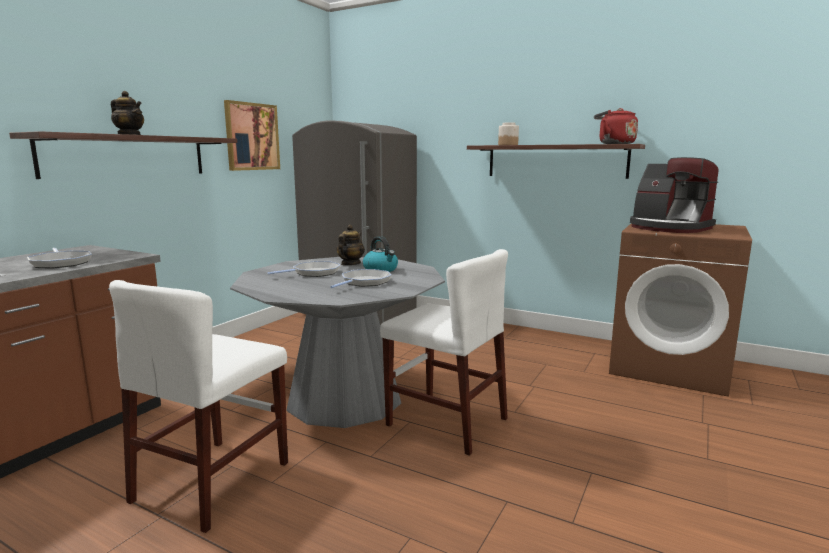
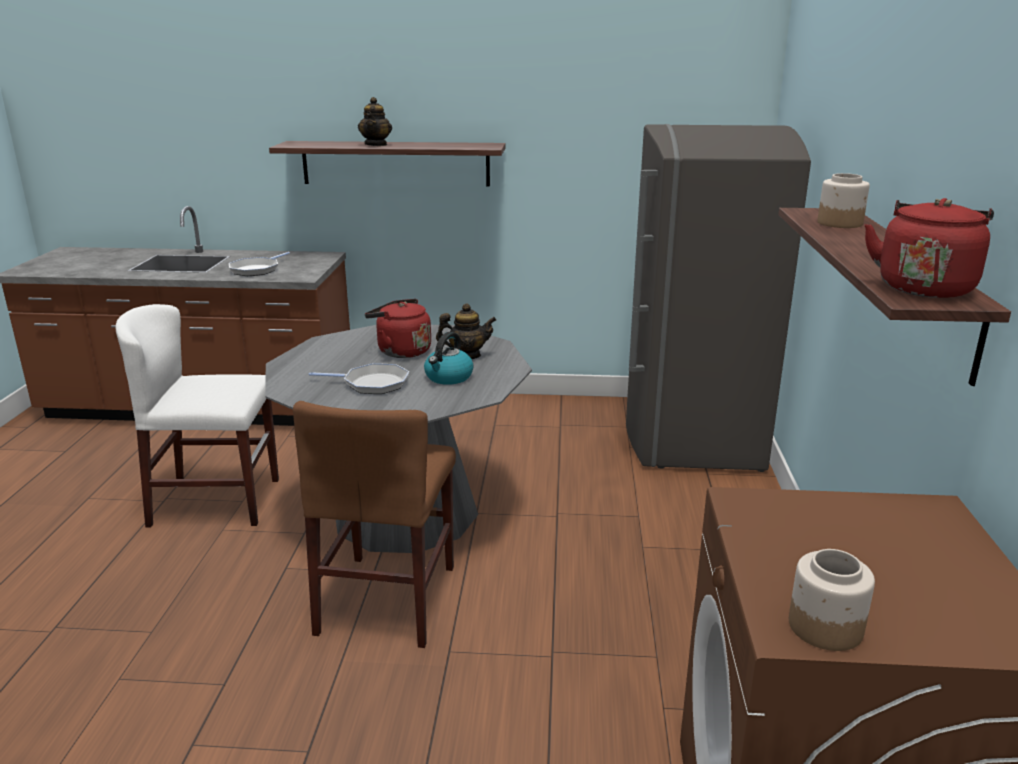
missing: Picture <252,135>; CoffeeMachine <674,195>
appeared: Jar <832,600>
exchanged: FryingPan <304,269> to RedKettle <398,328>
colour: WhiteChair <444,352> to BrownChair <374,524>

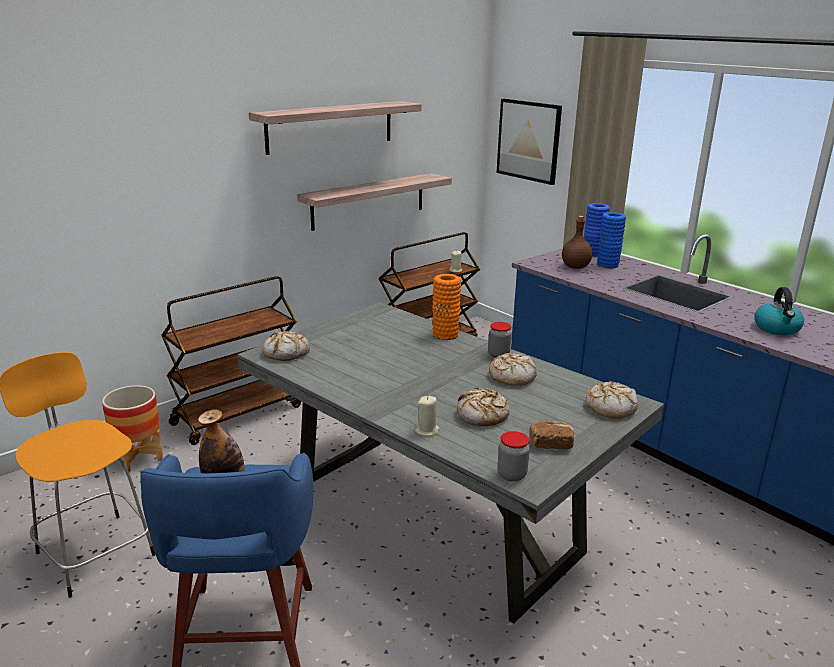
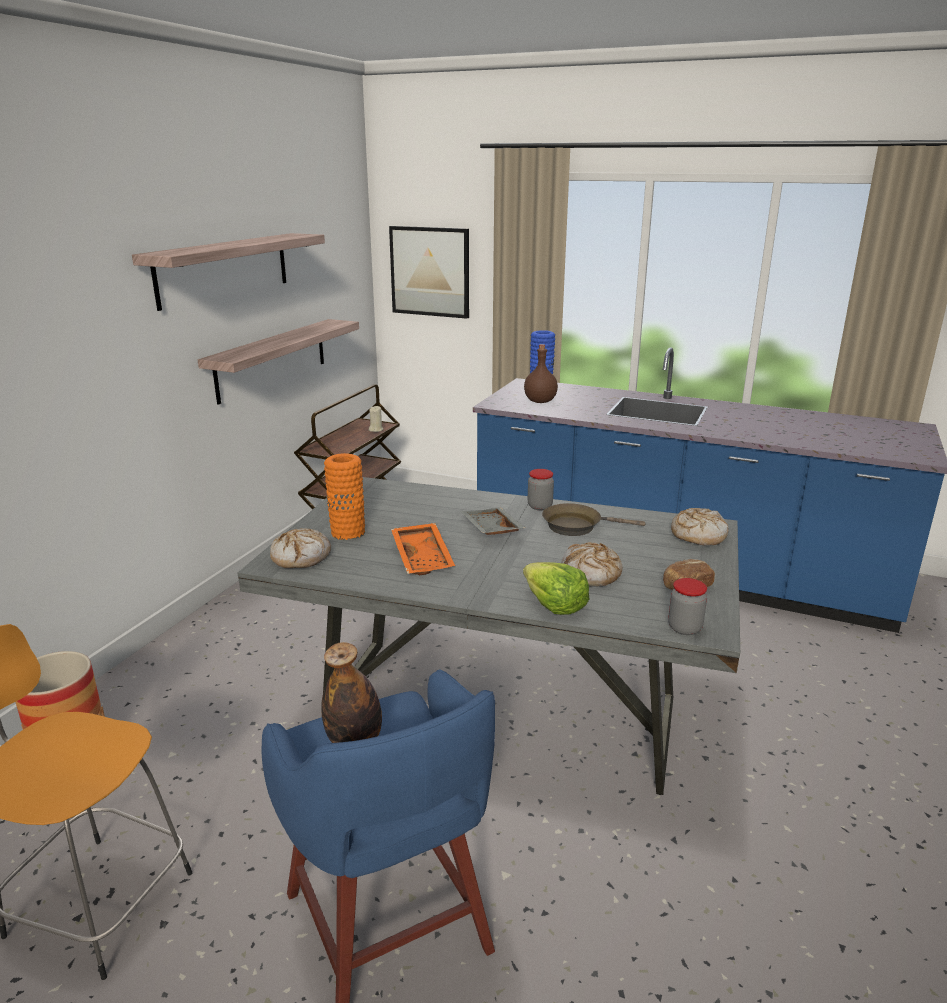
missing: BrownCart <231,360>; BlueVase <611,240>; Kettle <779,311>
appeared: OrangeTray <423,549>; GreyTray <493,521>
relocated: OrangeVase <446,307> to <344,496>
exchanged: BeigeCandle <427,416> to Lettuce <556,588>; Bread <513,369> to BrownFryingPan <593,519>

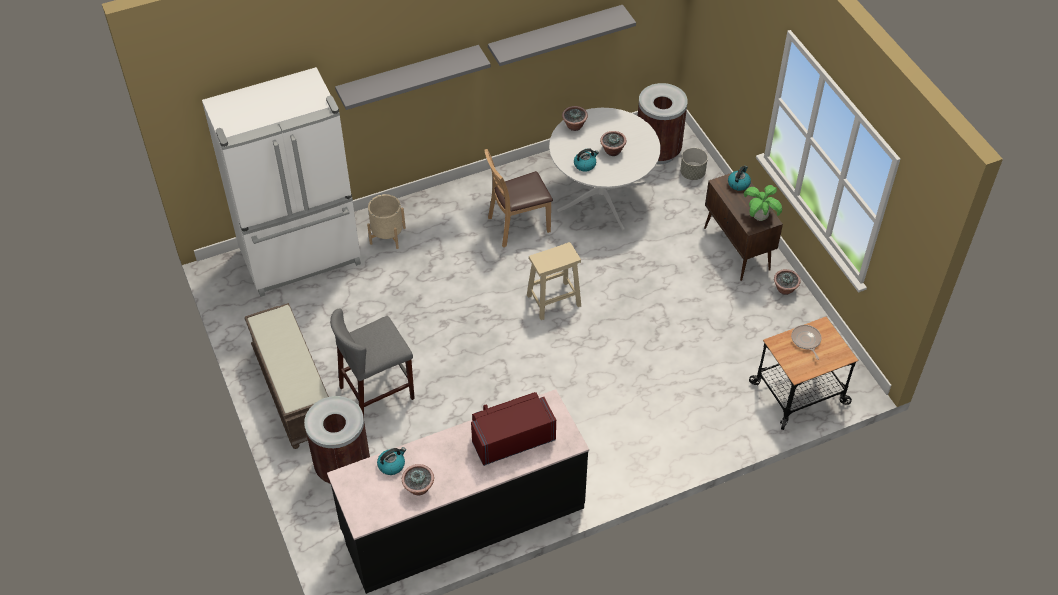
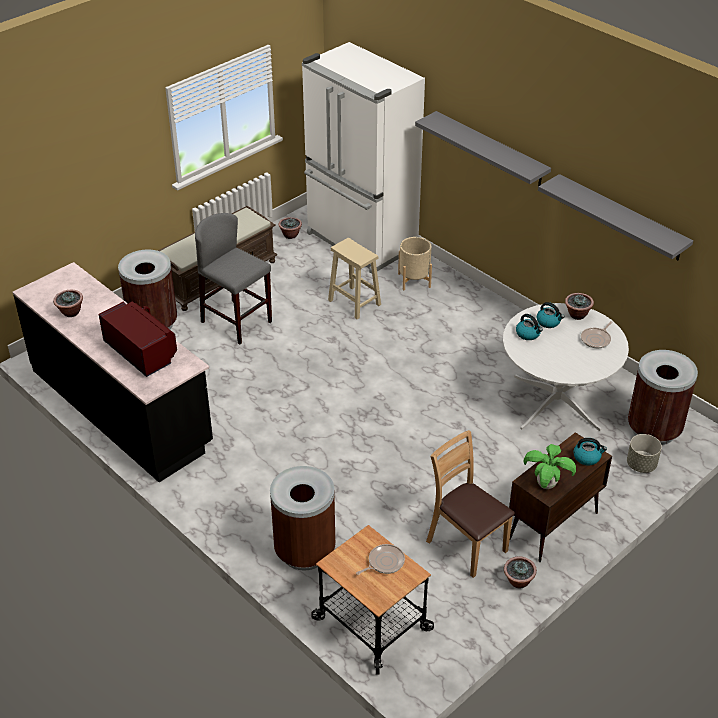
appeared: BrownTrashCan <303,518>; FryingPan <597,334>
relocated: PottedPlant <613,143> to <290,228>; BeigeStool <554,281> to <354,278>; BrownChair <518,198> to <470,504>; Kettle <391,461> to <550,315>

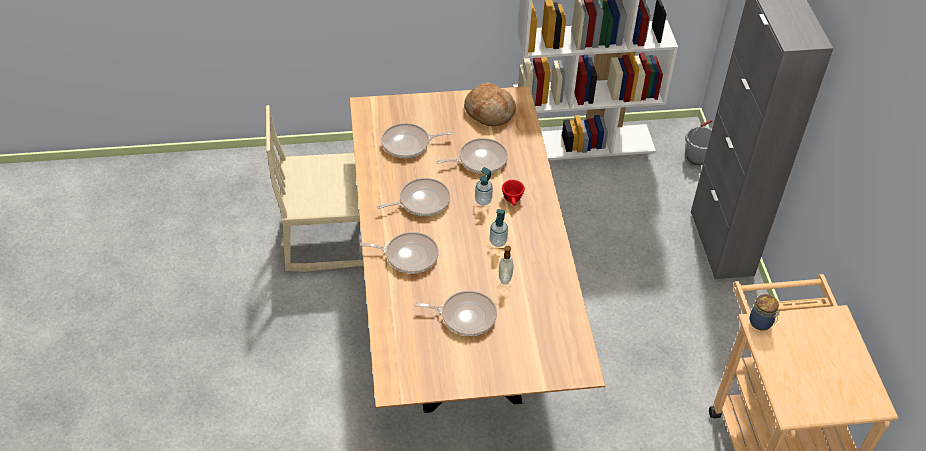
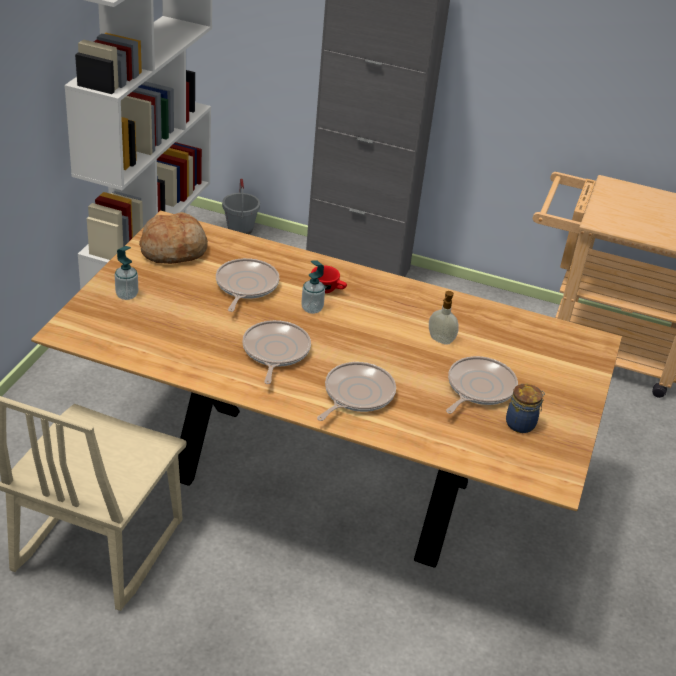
missing: FryingPan <417,140>
relocated: SoapDispenser <499,228> to <126,273>; Jar <764,312> to <525,408>

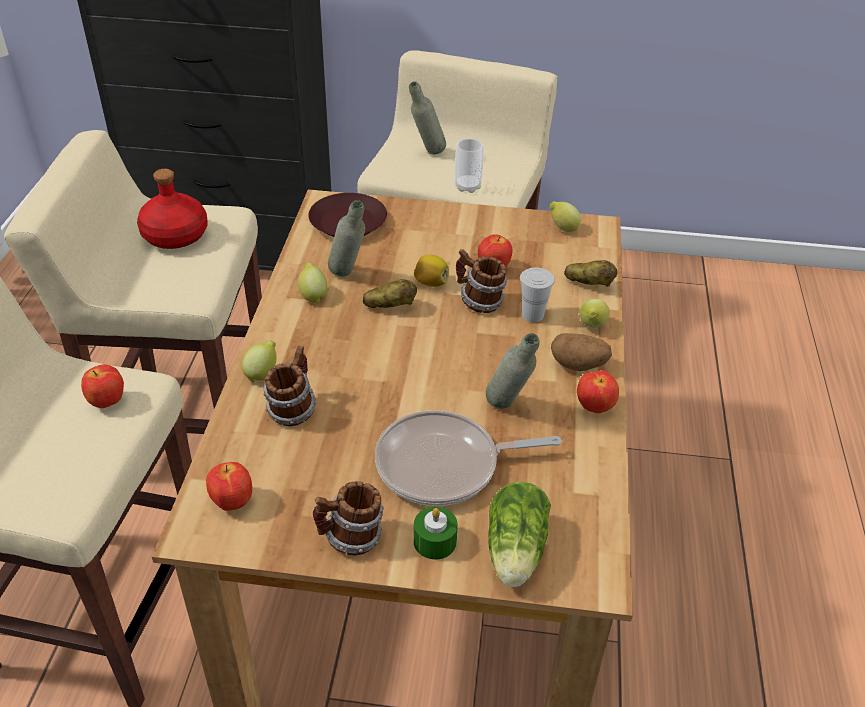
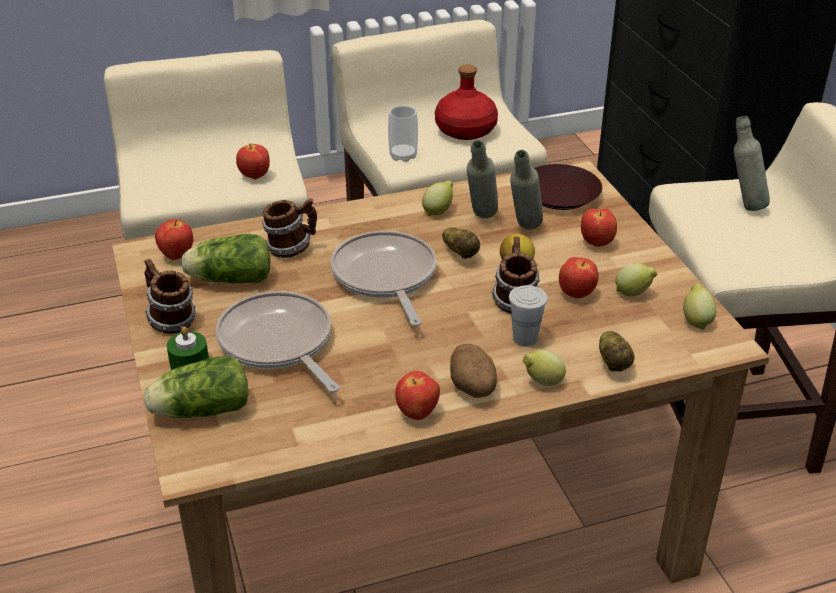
appeared: Lettuce <225,259>; FryingPan <383,278>; Apple <599,228>
relocated: Cup <469,166> to <403,133>; GreyBottle <513,371> to <526,189>; Lemon <259,361> to <636,280>

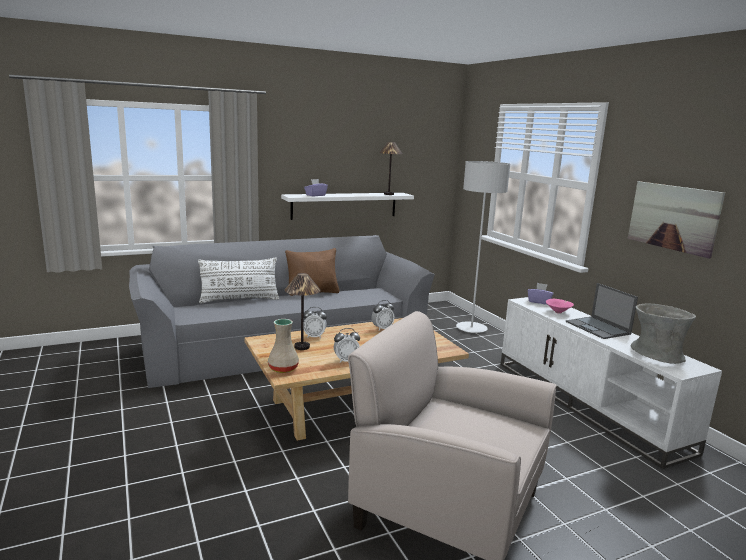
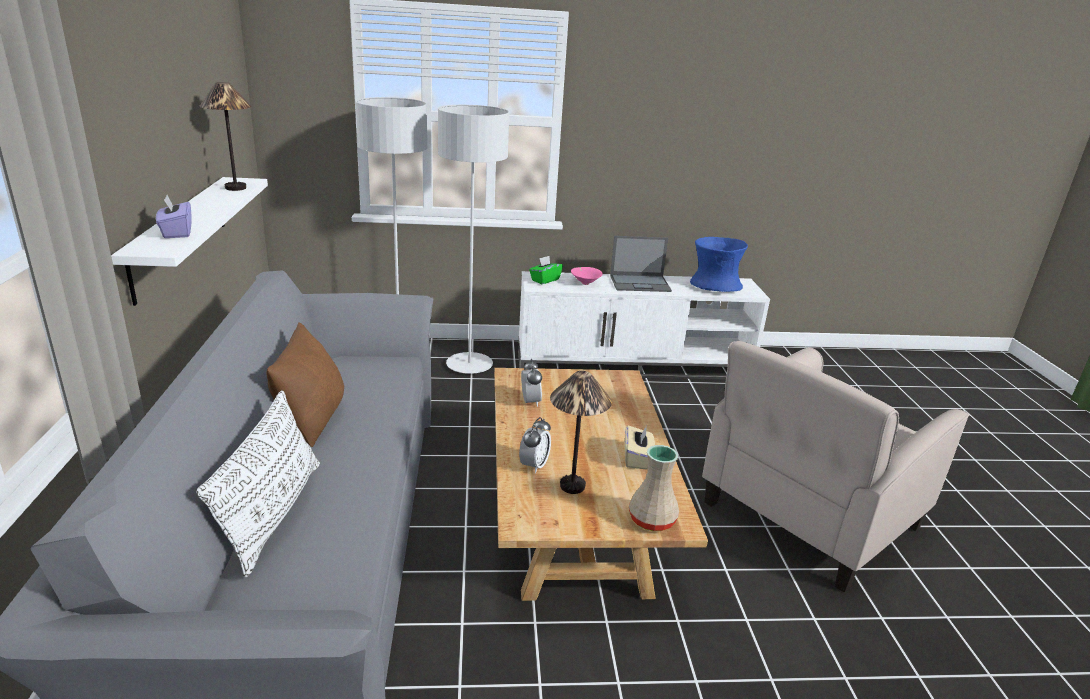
missing: Picture <676,219>
appeared: GreyFloorLamp <474,239>
exchanged: AlarmClock <347,345> to BeigeTissueBox <640,448>
colour: PurpleTissueBox <541,294> to GreenTissueBox <546,270>; GreyVase <663,333> to BlueVase <719,264>

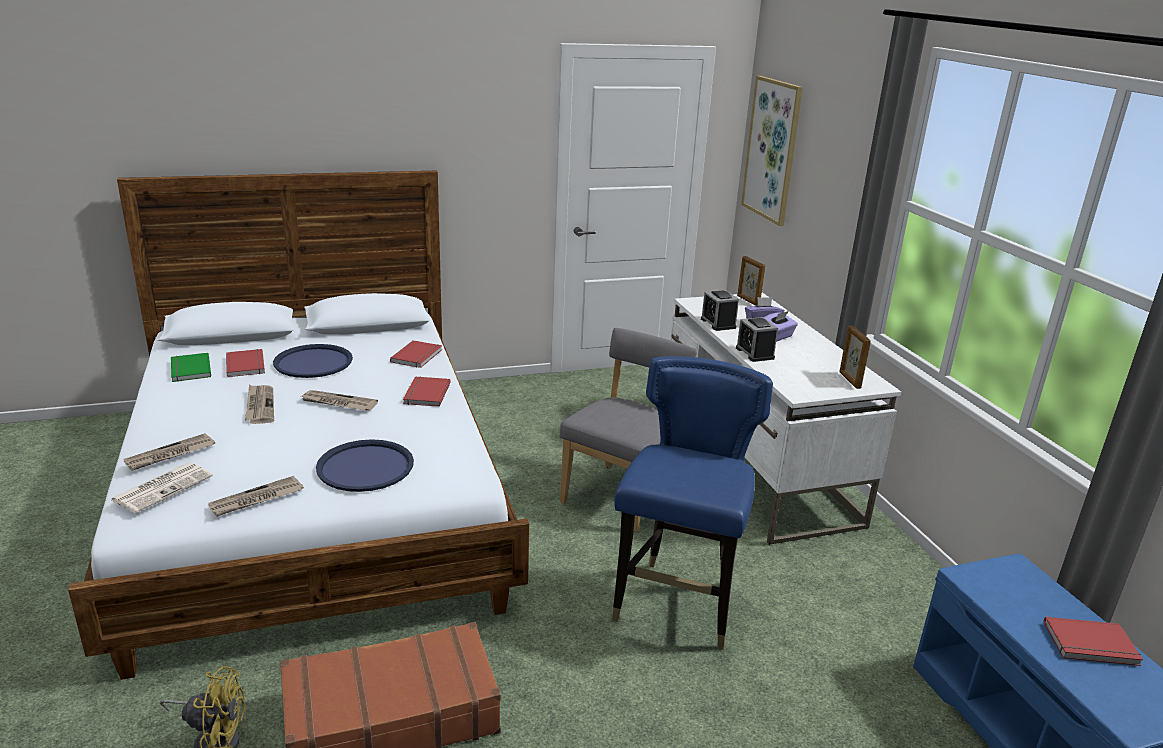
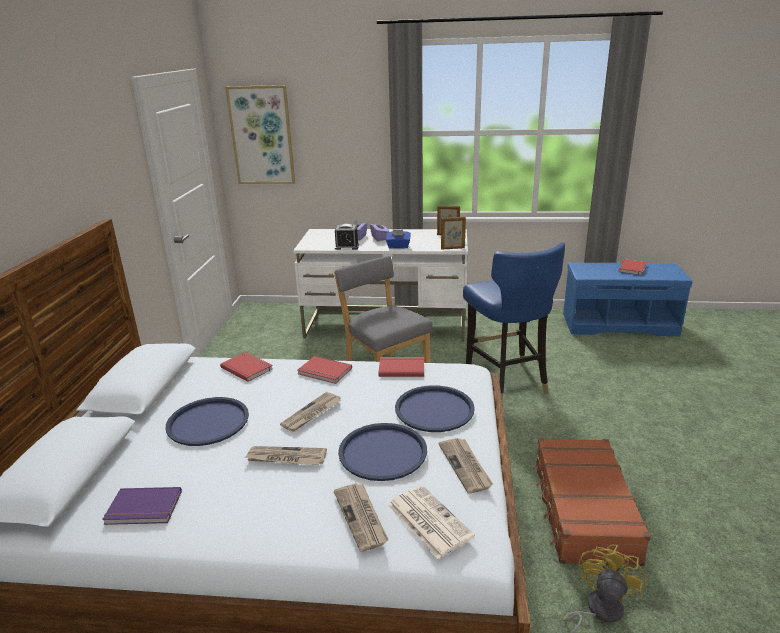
appeared: BlueTray <382,452>
relocated: RedBook <245,363> to <401,367>; PictureFrame <751,281> to <453,233>
exchanged: AlarmClock <757,339> to BlueTissueBox <398,239>
colour: GreenBook <191,367> to PurpleBook <142,506>
spun: BlueChair <692,503> = <514,320> 150 degrees counterclockwise

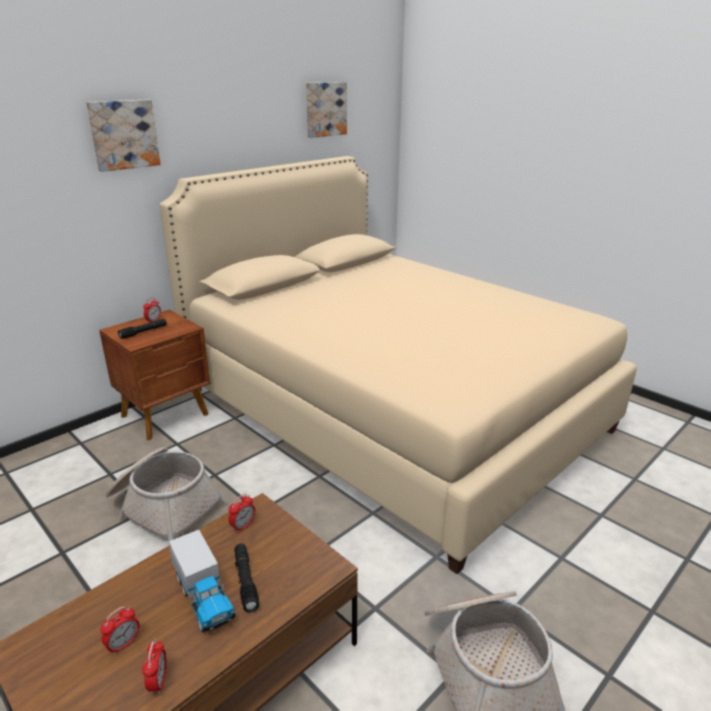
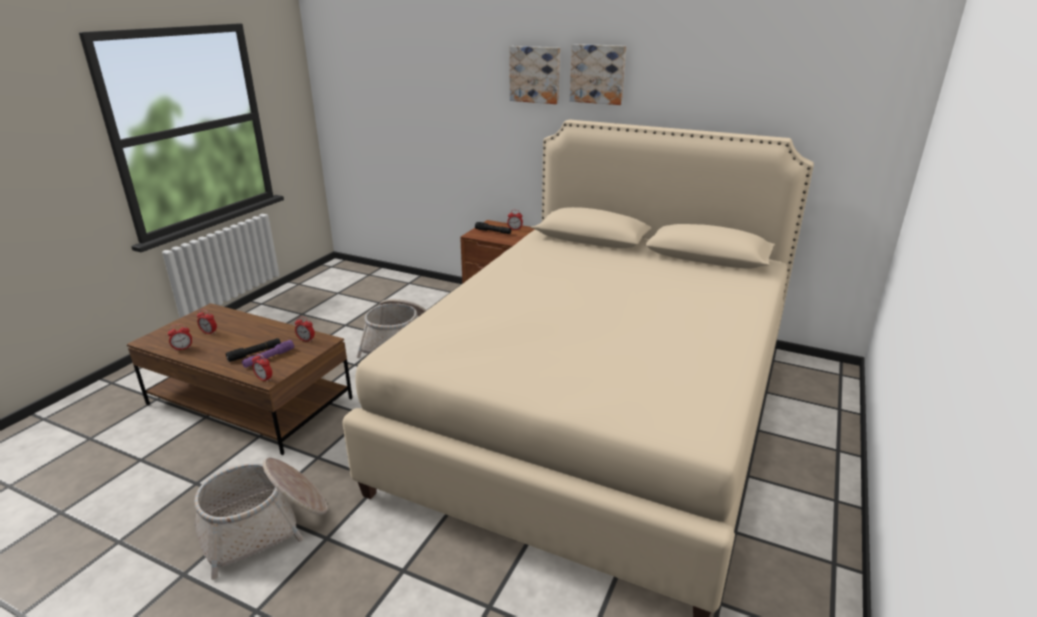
missing: ToyTruck <202,581>
appeared: PurpleFlashlight <268,354>; AlarmClock <262,367>
relocated: Picture <326,110> to <598,74>

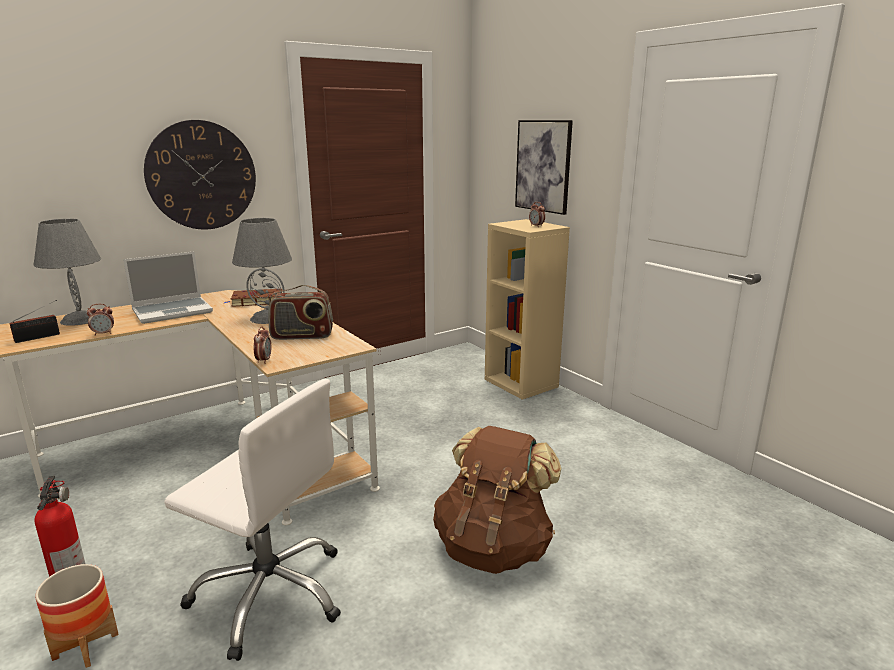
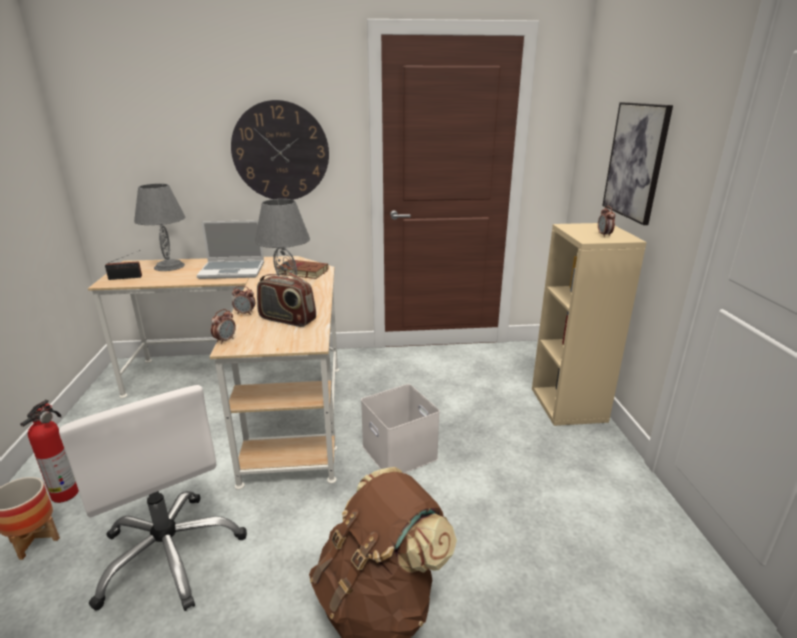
appeared: WhiteStorageBox <400,428>
relocated: AlarmClock <100,320> to <243,300>

